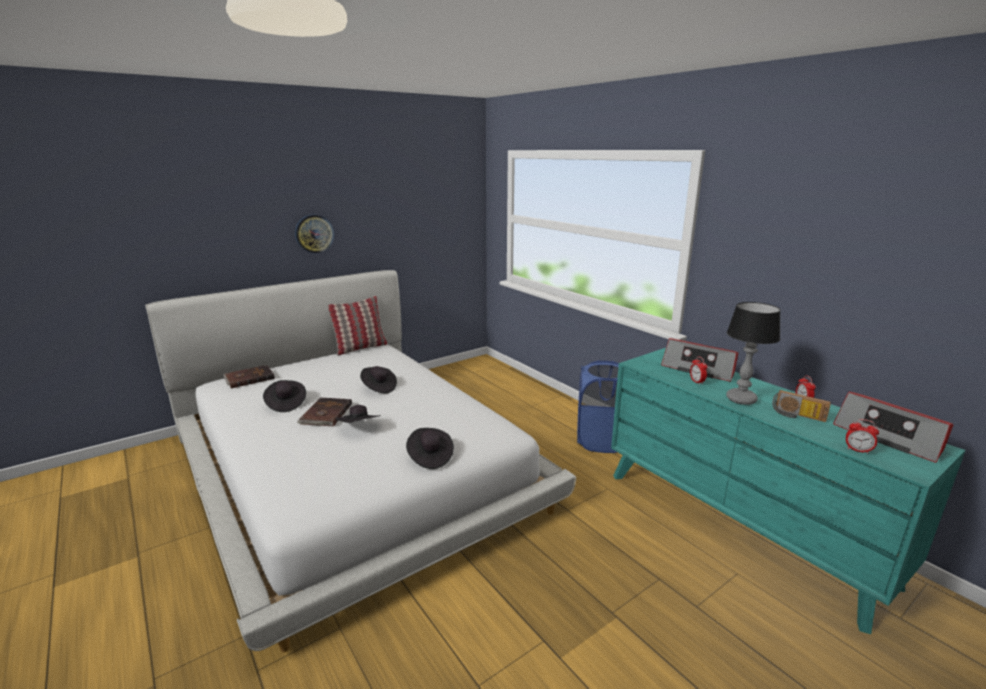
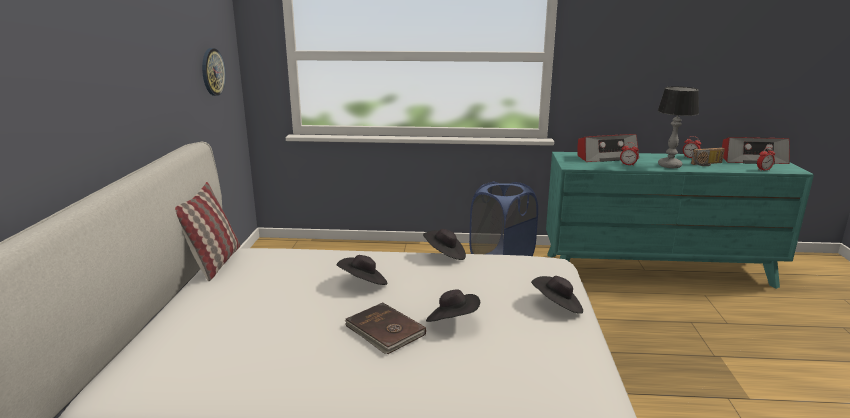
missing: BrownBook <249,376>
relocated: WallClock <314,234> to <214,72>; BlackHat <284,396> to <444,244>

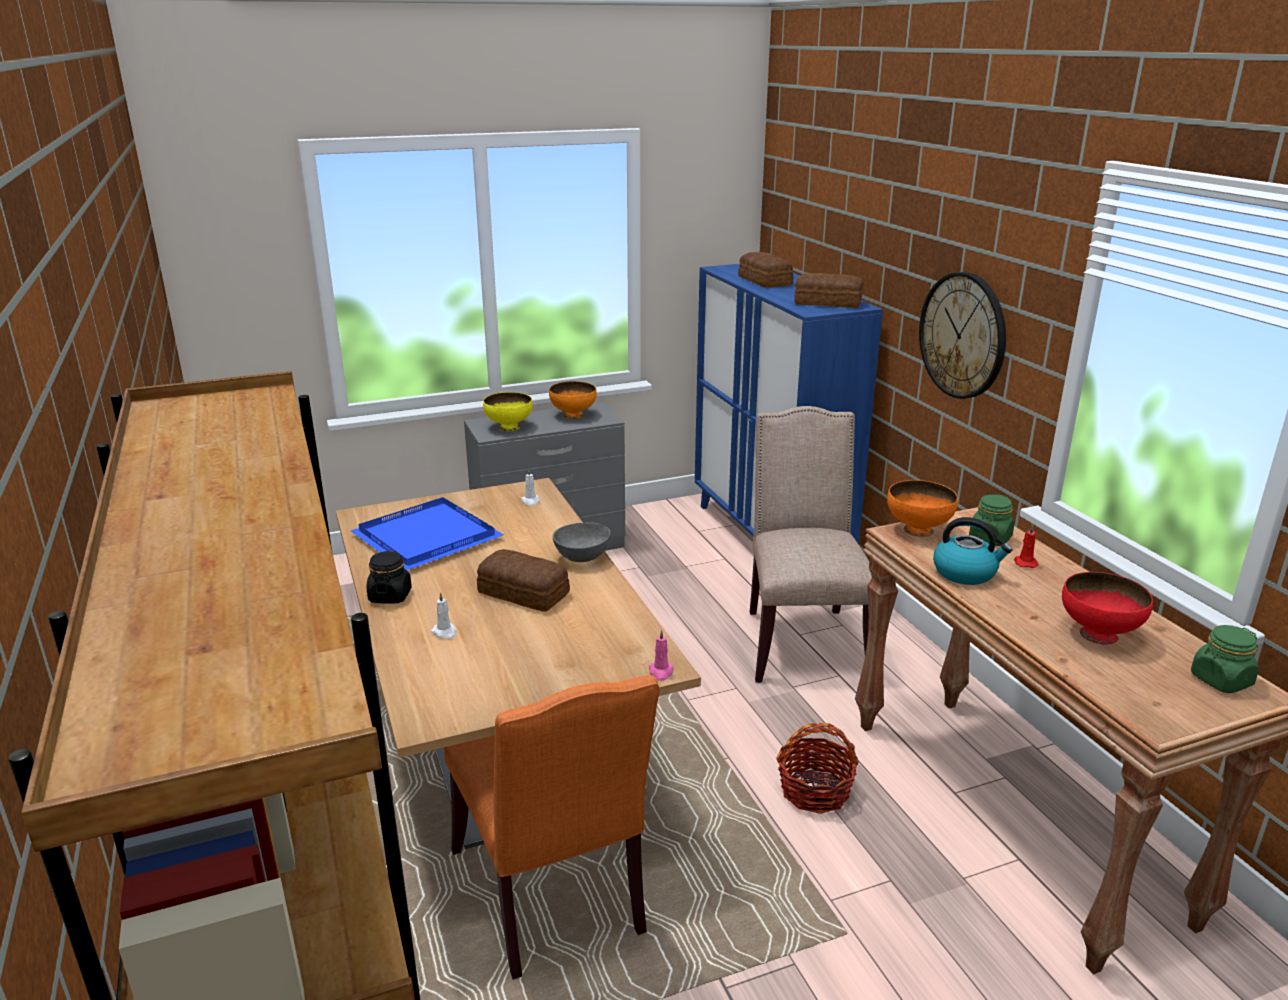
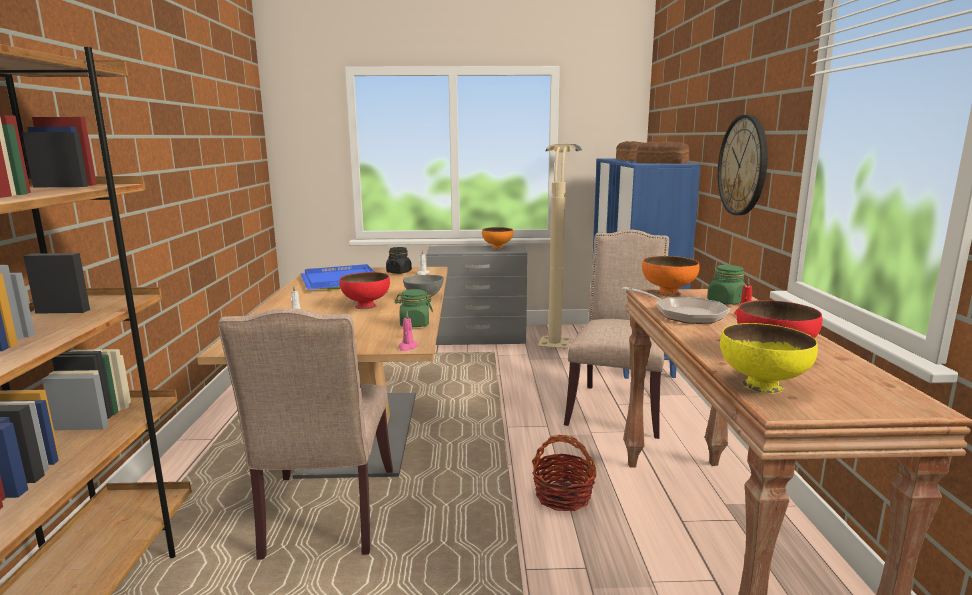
appeared: BeigeFloorLamp <560,246>
relocated: BlackJar <389,577> to <399,260>; GreenJar <1225,659> to <414,308>; YellowBowl <508,411> to <769,358>
exchanged: Bread <523,580> to RedBowl <364,290>; Kettle <972,551> to FryingPan <676,305>
colour: OrangeChair <552,827> to BeigeChair <305,434>

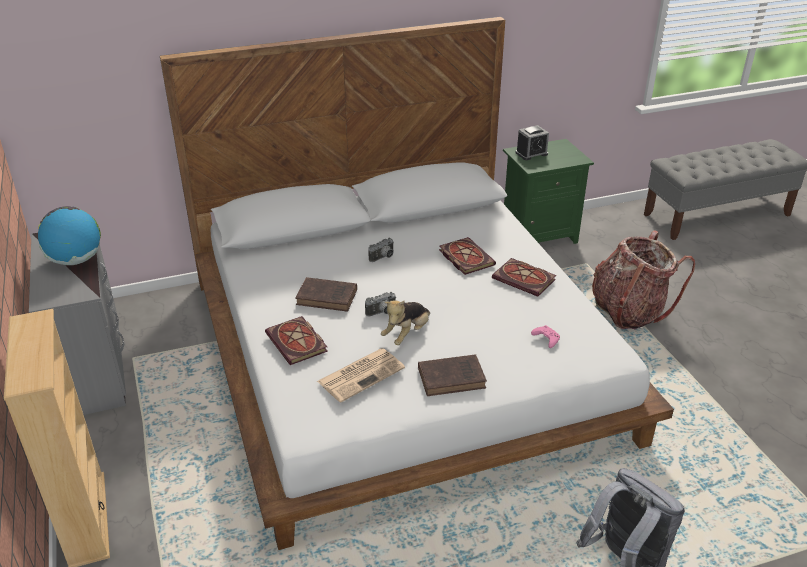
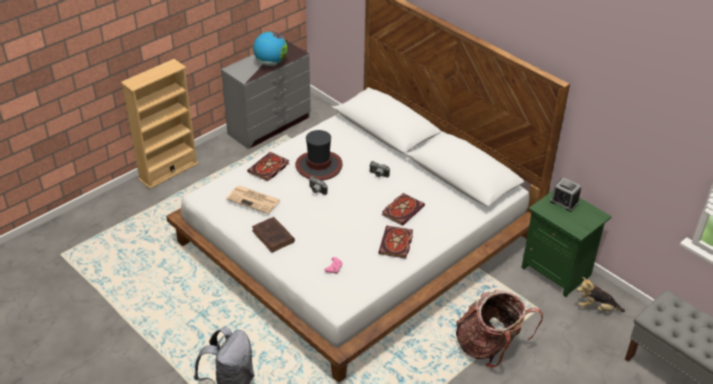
relocated: PlushToy <405,322> to <601,294>
exchanged: BrownBook <326,294> to Hat <319,155>

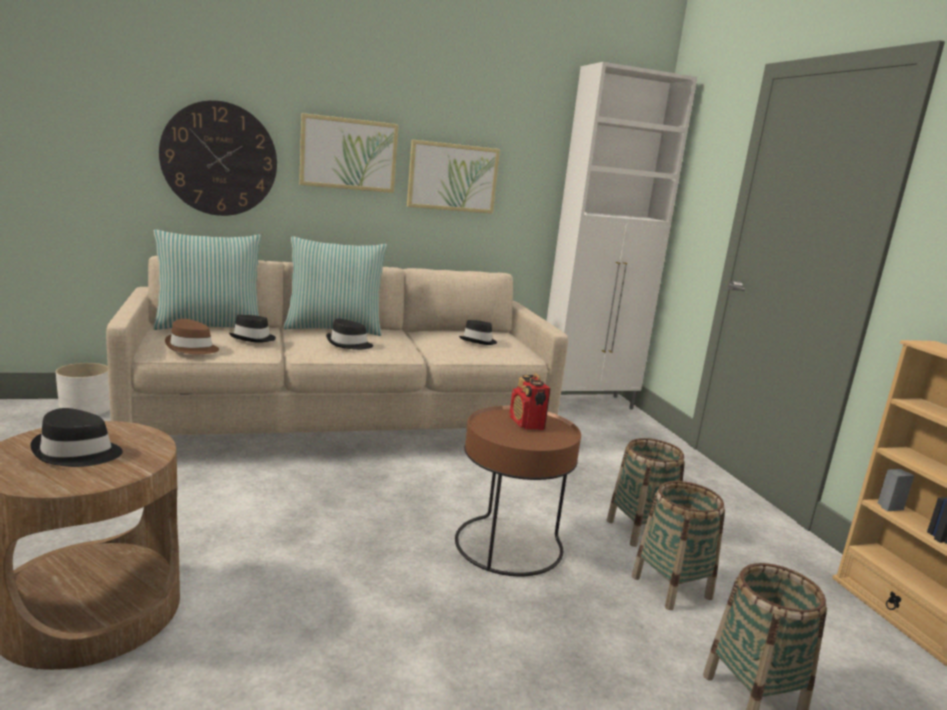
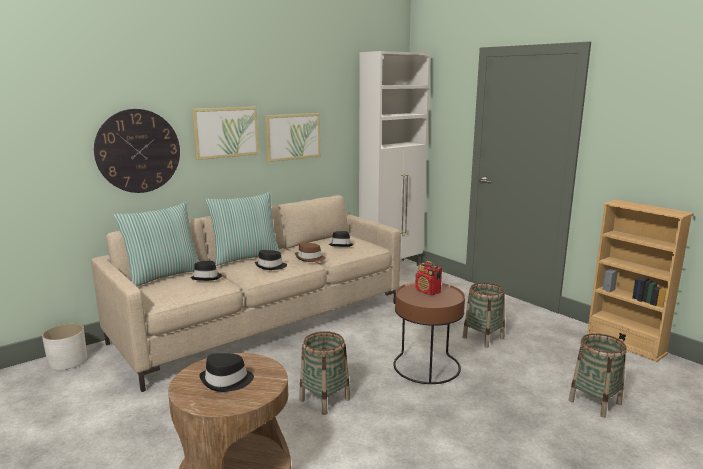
relocated: BrownHat <192,336> to <310,252>; Basket <678,545> to <324,373>

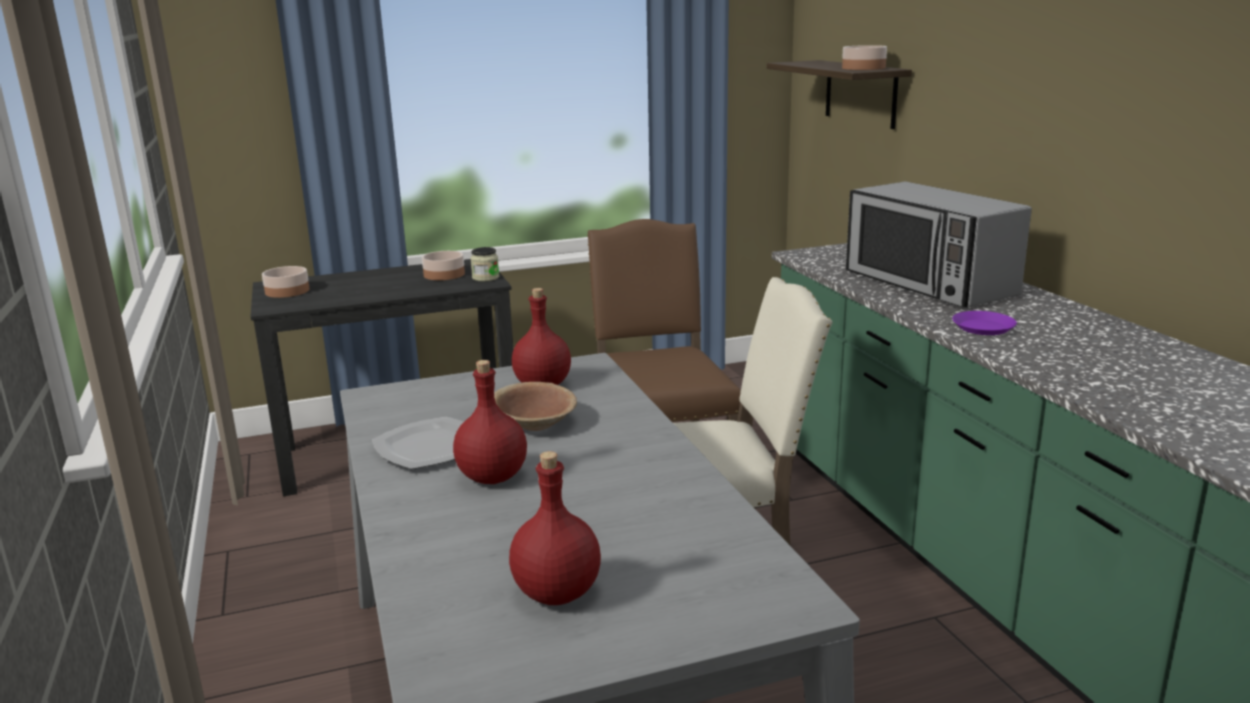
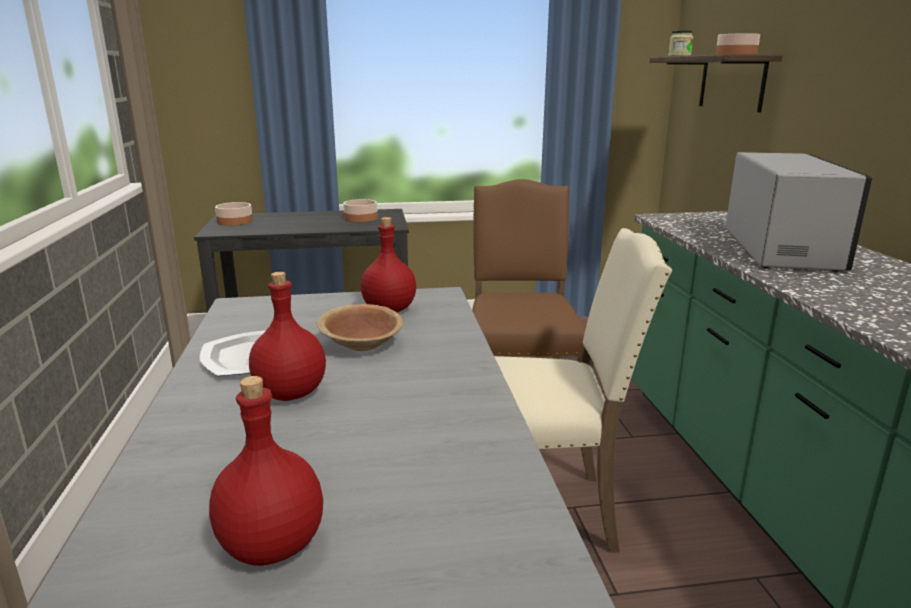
missing: PurplePlate <984,323>
relocated: Jar <484,264> to <681,43>
spun: Microwave <939,245> = <799,211> 150 degrees counterclockwise

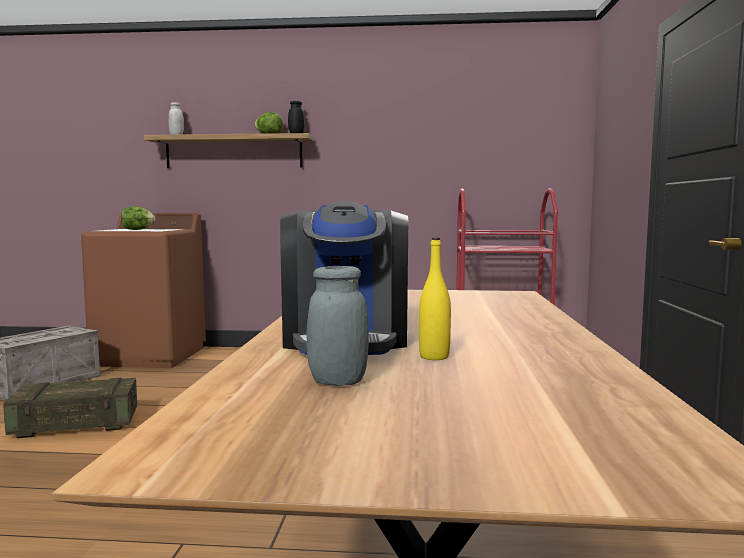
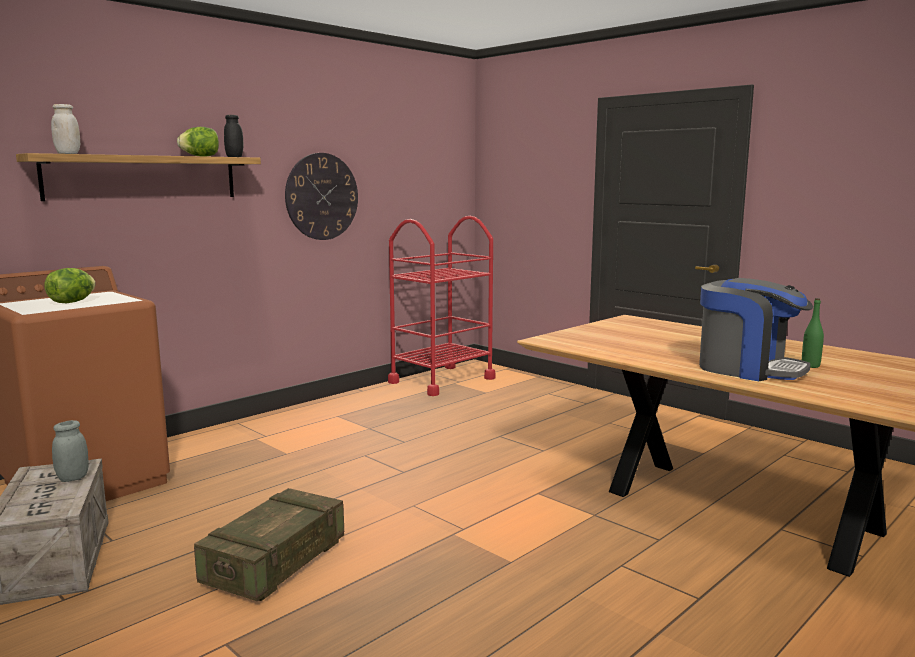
appeared: WallClock <321,196>
relocated: GreyJar <337,326> to <70,451>
colour: YellowBottle <435,299> to GreenBottle <813,333>

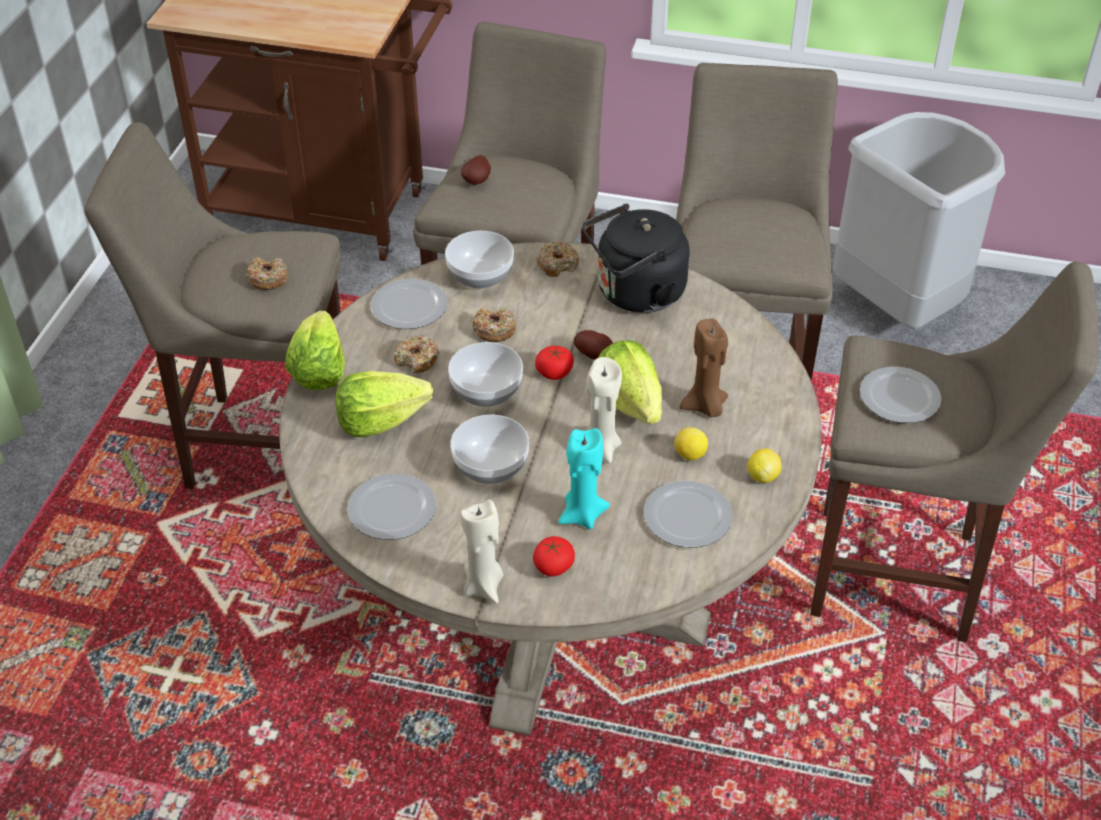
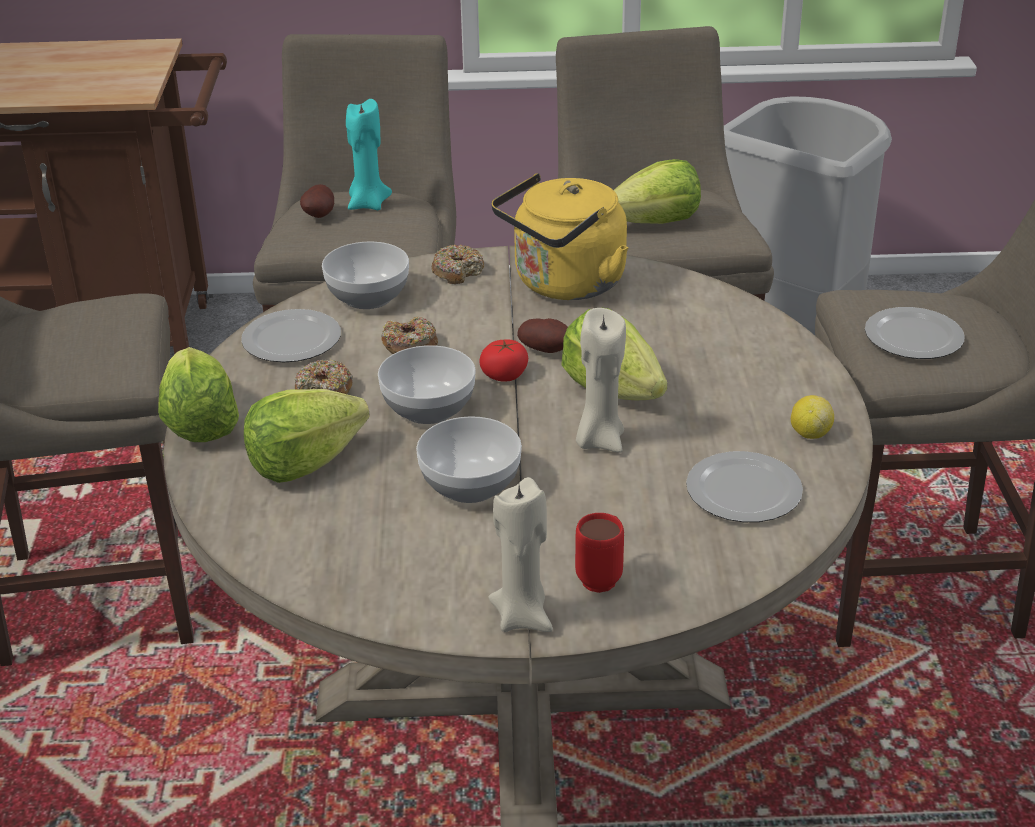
missing: Donut <267,273>; Plate <392,506>; Lemon <691,443>; BrownCandle <704,367>
appeared: Lettuce <657,191>
relocated: TurquoiseCandle <584,478> to <369,154>
exchanged: Tomato <554,556> to RedMug <599,553>
colour: BlackKettle <636,258> to YellowKettle <559,236>

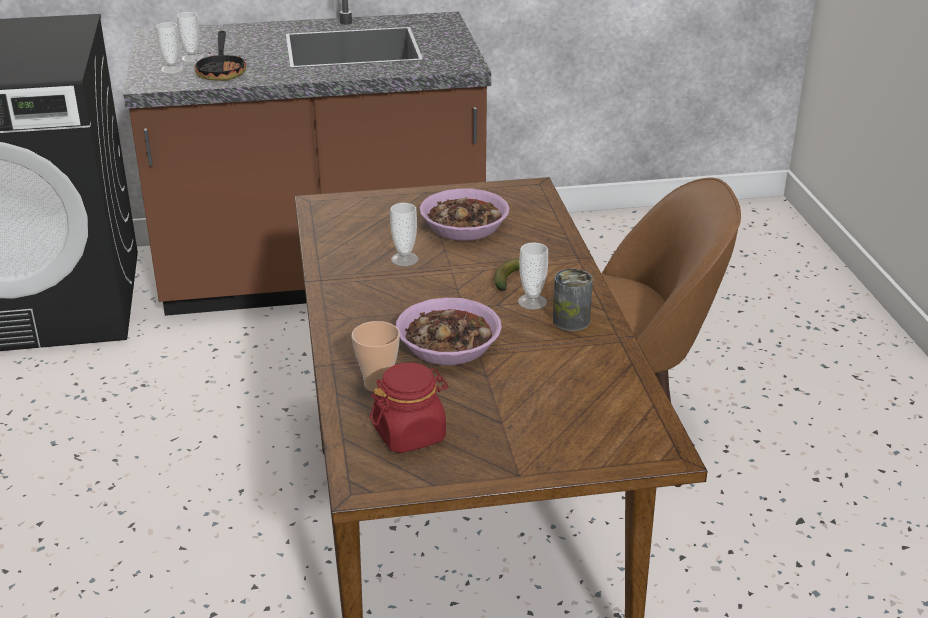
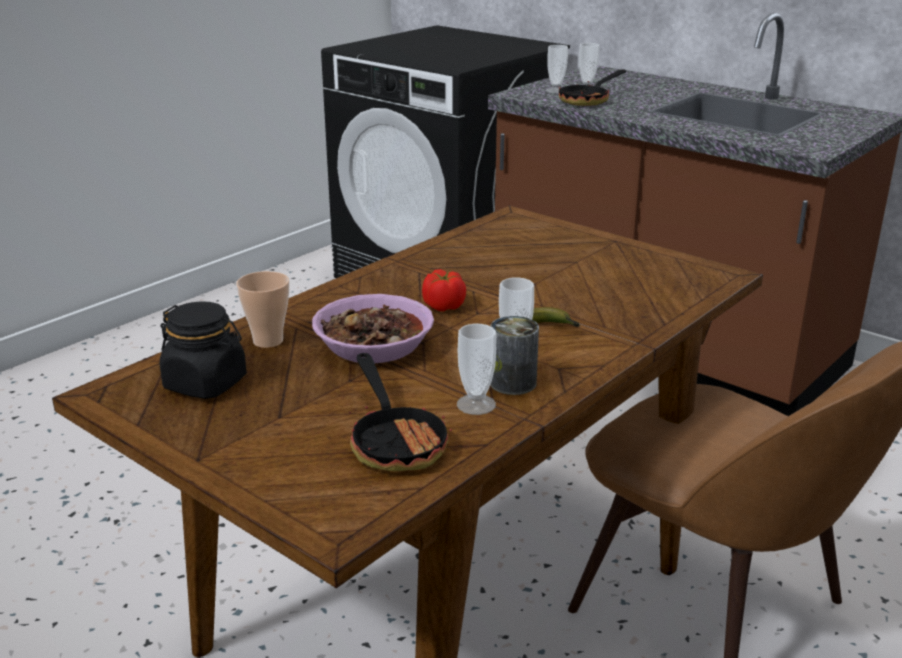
missing: Bowl <464,215>
appeared: FryingPan <400,412>; Tomato <444,290>
relocated: Cup <404,234> to <476,369>
colour: RedJar <409,408> to BlackJar <203,350>

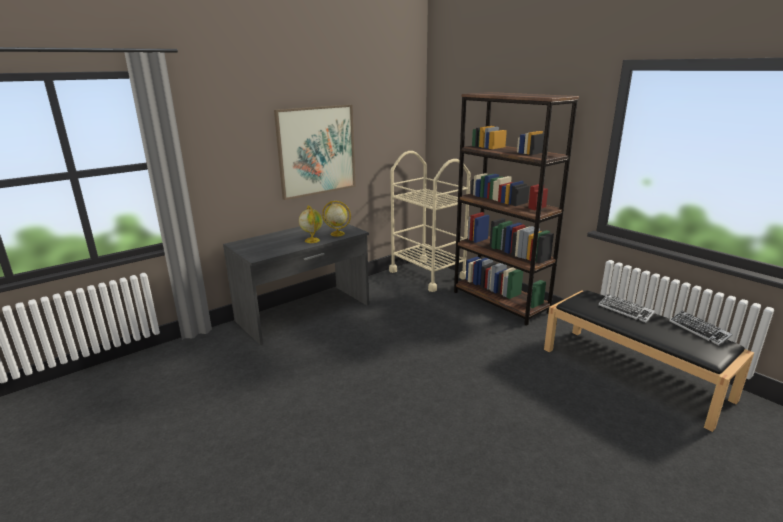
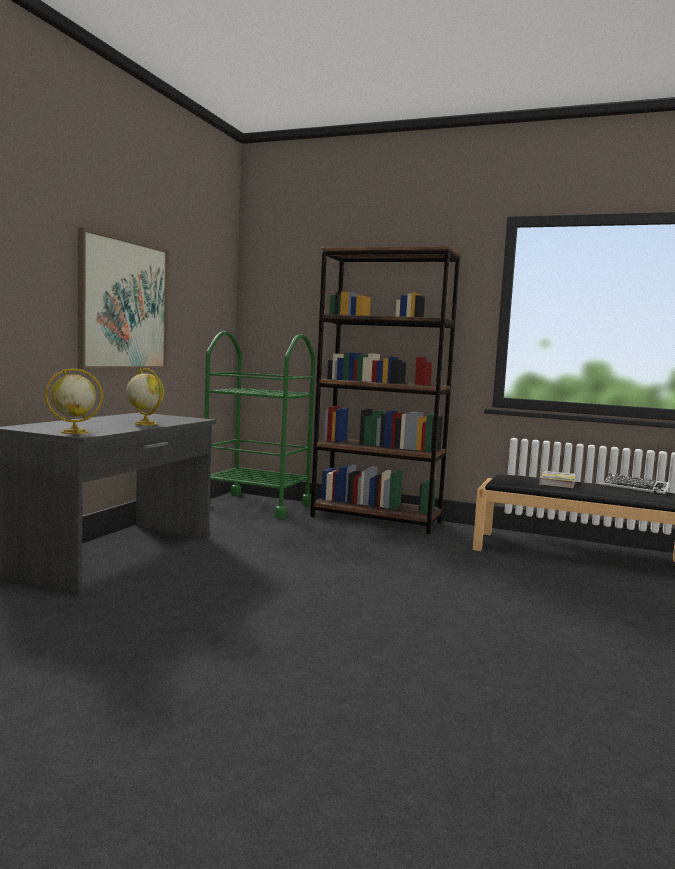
relocated: Globe <336,219> to <74,401>
exchanged: Keyboard <626,308> to Book <557,479>
colour: BeigeCart <430,221> to GreenCart <259,424>

